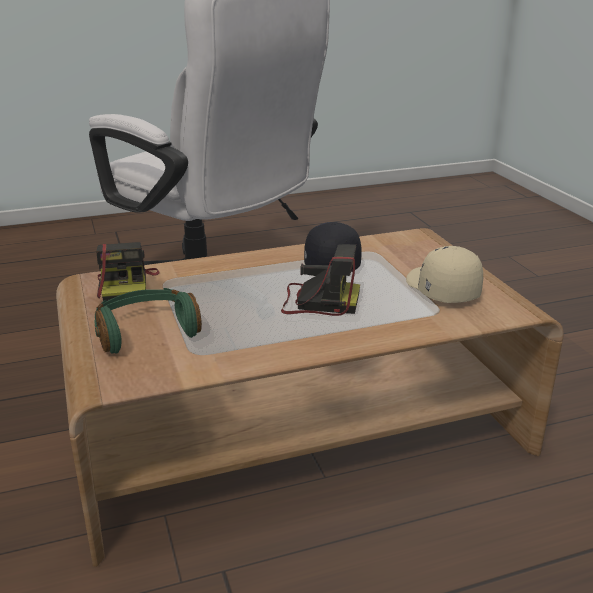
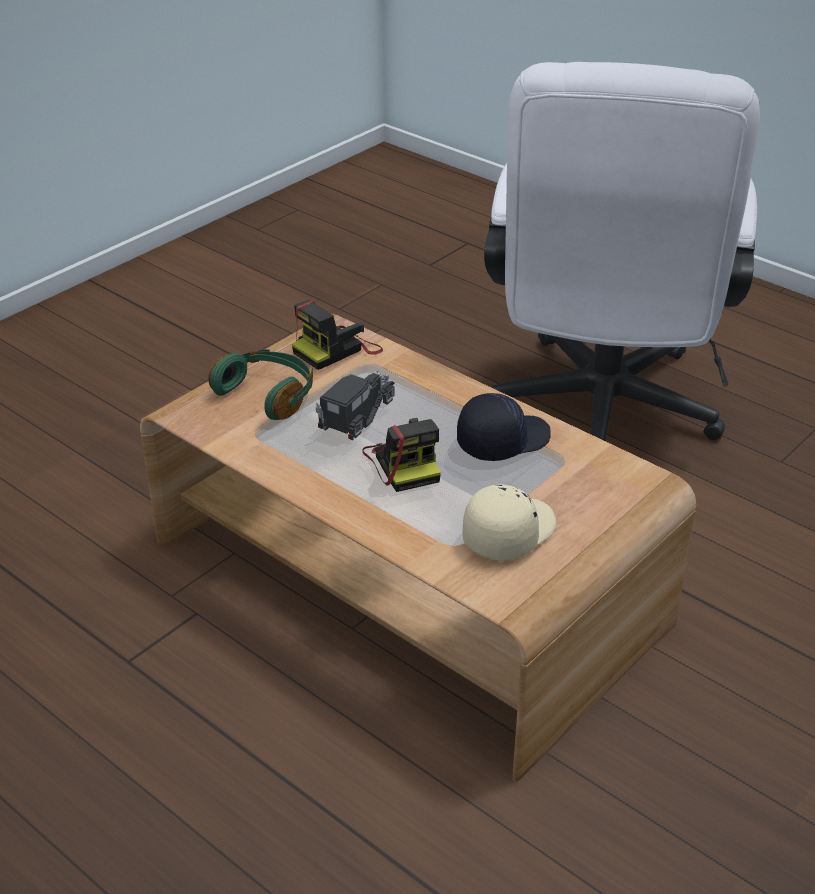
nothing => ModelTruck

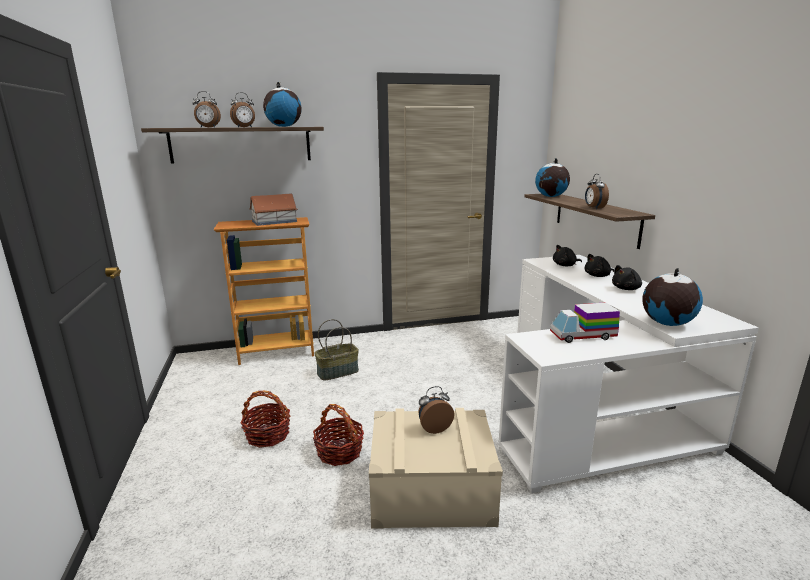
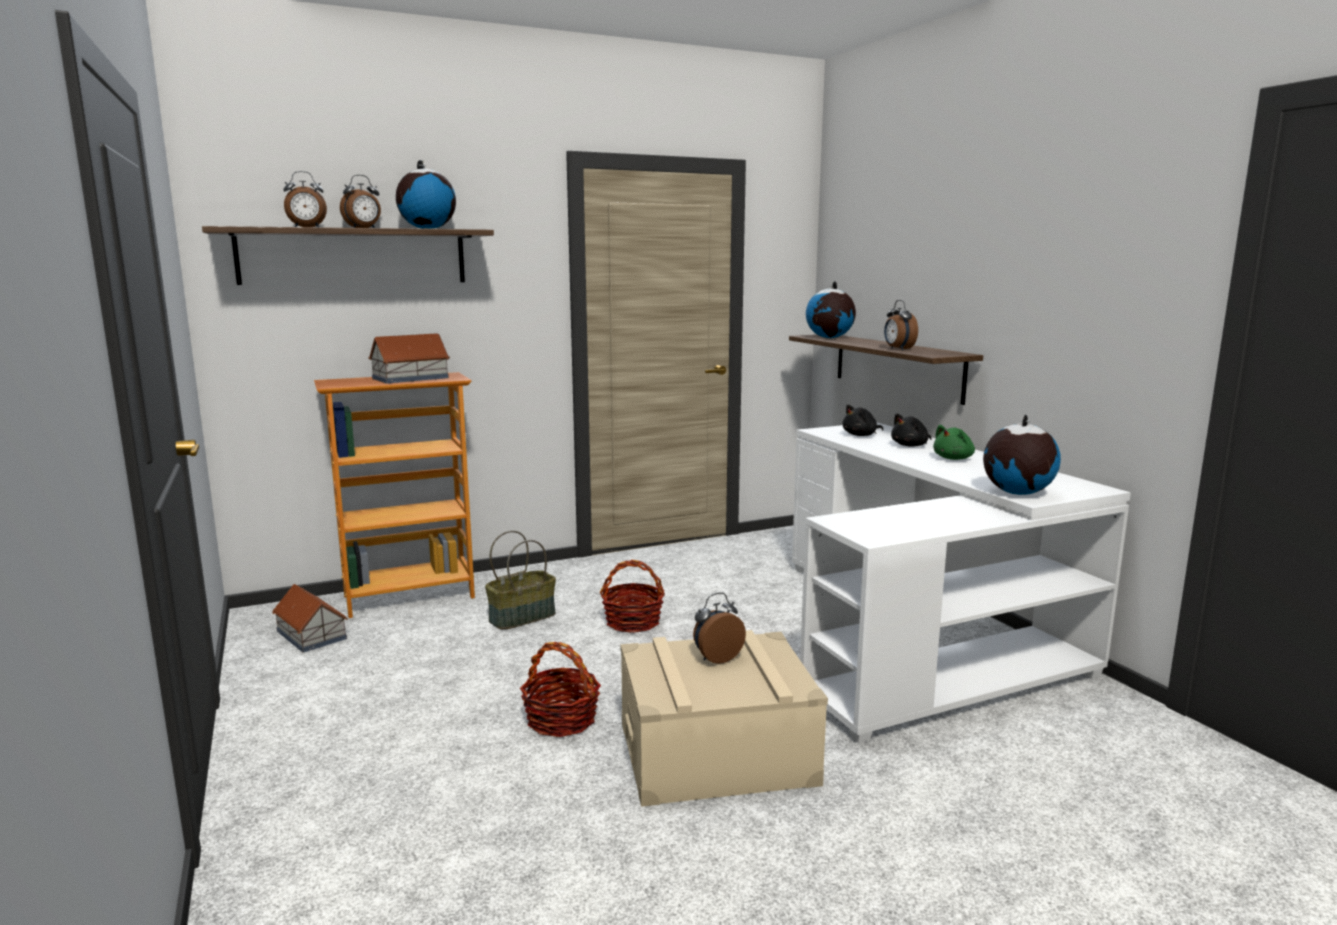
StorageBasket (no. 1 from left in the first image) => StorageBasket (no. 3 from left), shifted
ModelTruck => nothing
BlackColouredCuddlyToy (no. 3 from left) => GreenishCuddlyToy
nothing => ModelHouse (no. 1 from left)

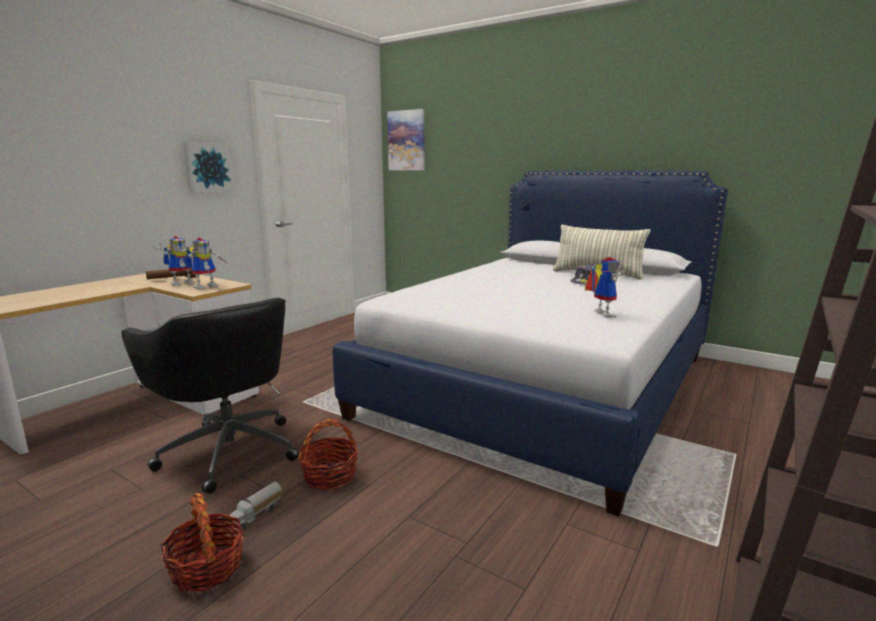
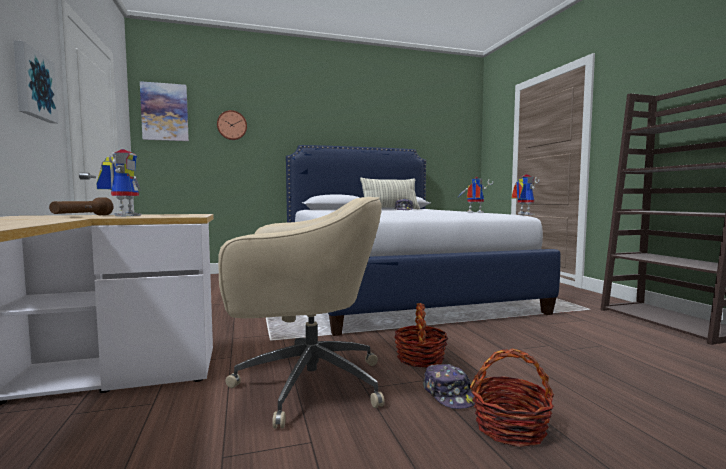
BlackColouredDeskChair => SandColouredDeskChair
RobotFigure (no. 2 from left in the first image) => RobotFigure (no. 3 from left), shifted
ModelTruck => Cap (no. 2 from left)
nothing => HangingClock

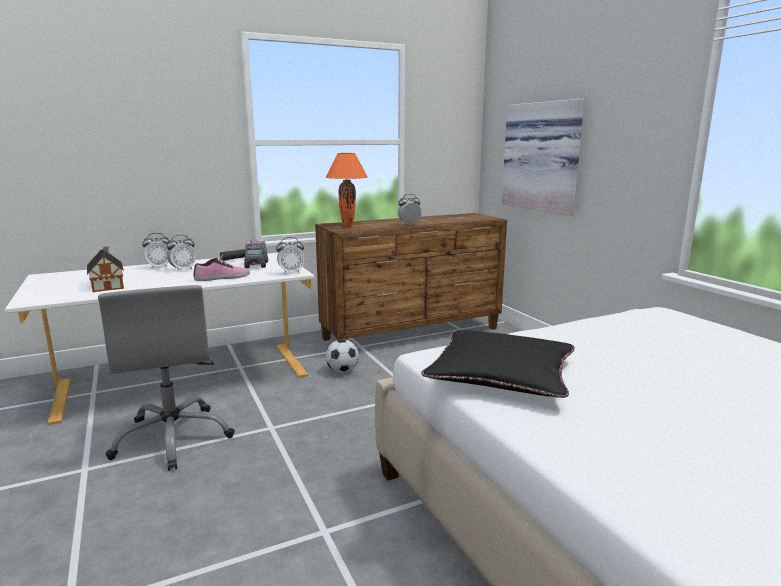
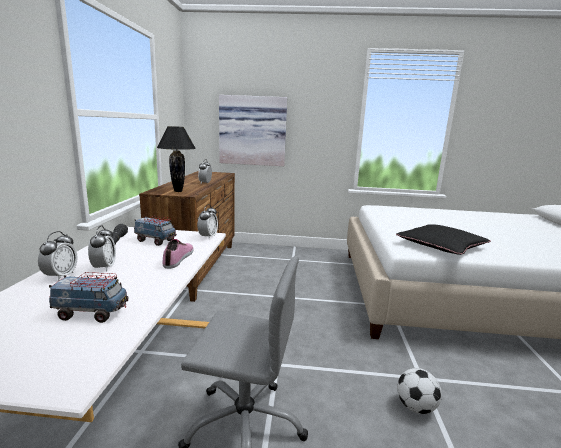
ModelHouse => ModelTruck (no. 1 from left)
FootballBall, shifted
OrangeColouredLampForATable => BlackColouredLampForATable

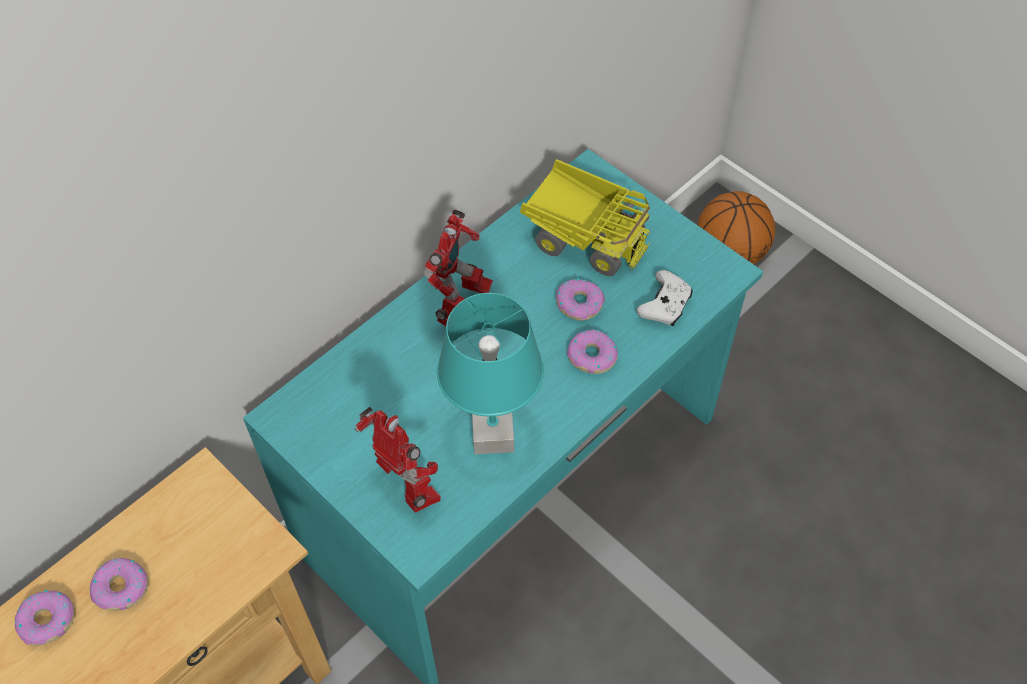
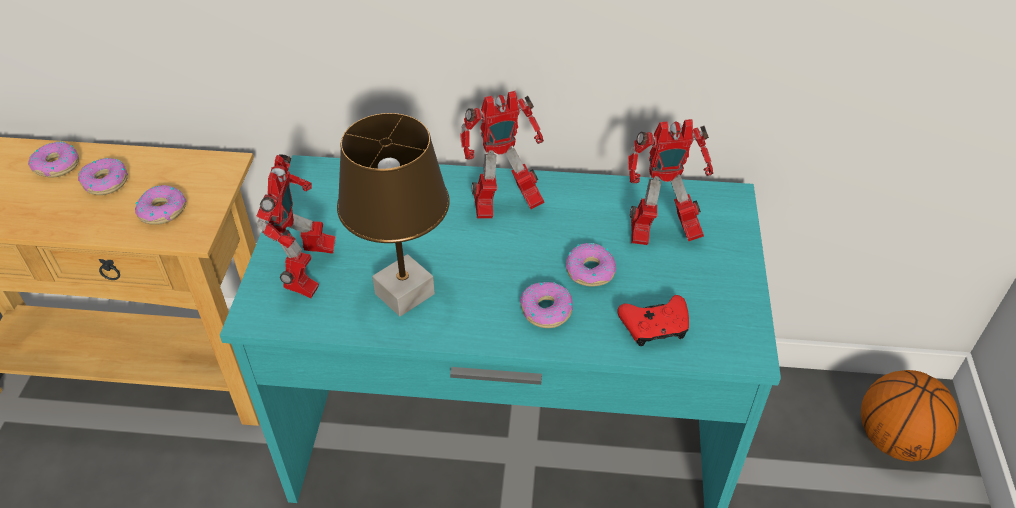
TurquoiseLampForATable => BrownColouredLampForATable
ModelTruck => RobotFigure (no. 3 from left)
WhiteColouredGamepad => ReddishGamepad
nothing => RingDoughnut (no. 3 from left)

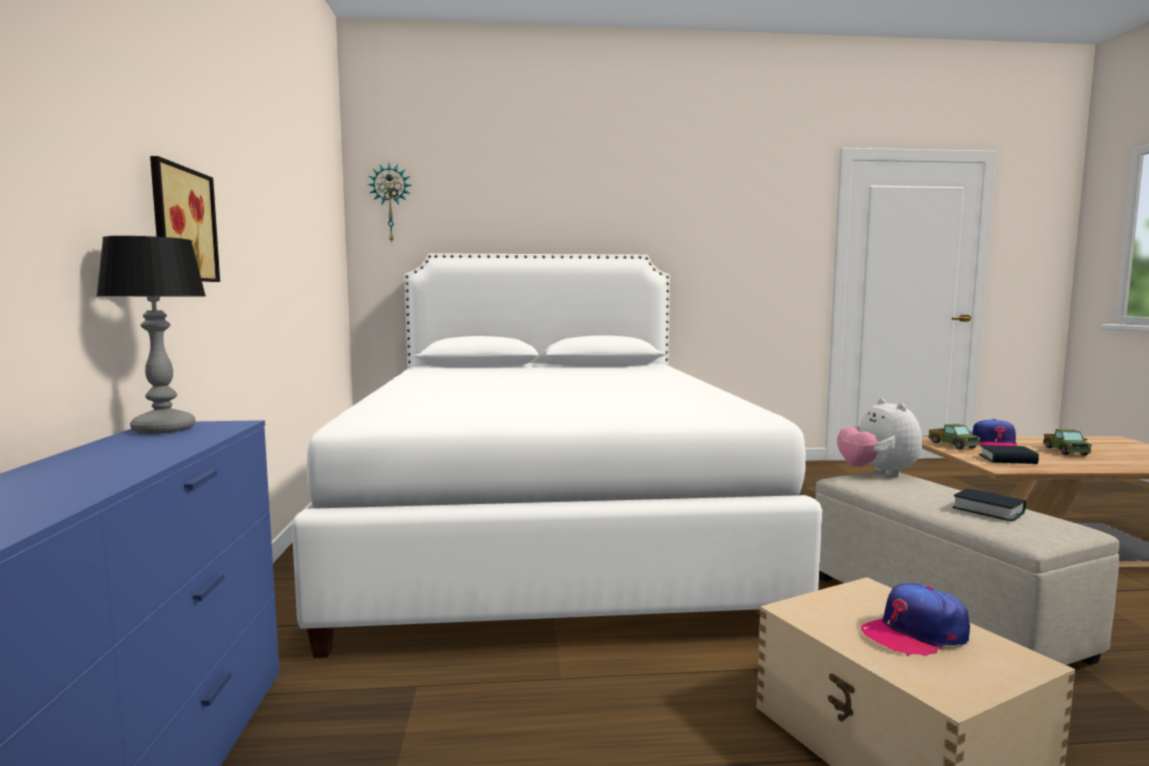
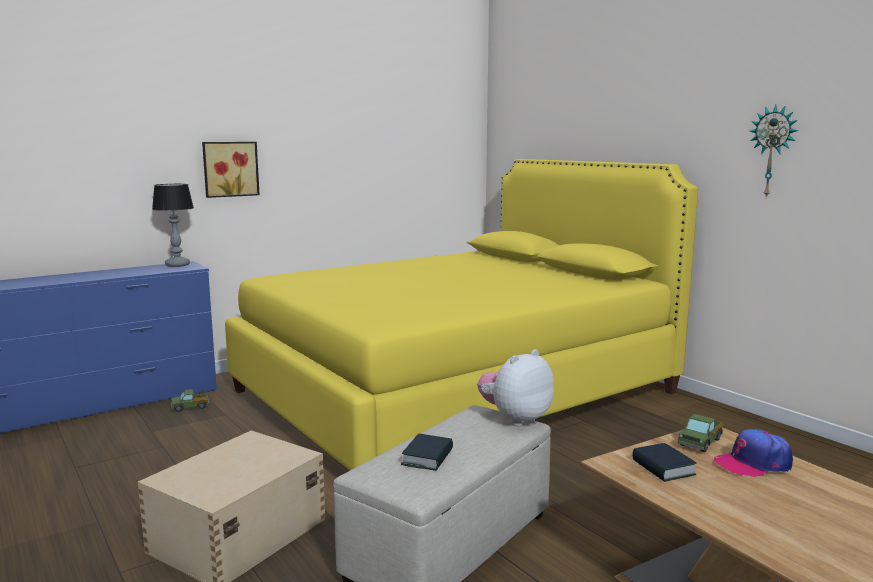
WhiteColouredBed => YellowishBed
HangingClock, shifted
Cap (no. 1 from left) => nothing
ModelTruck (no. 2 from left in the first image) => ModelTruck (no. 1 from left), shifted

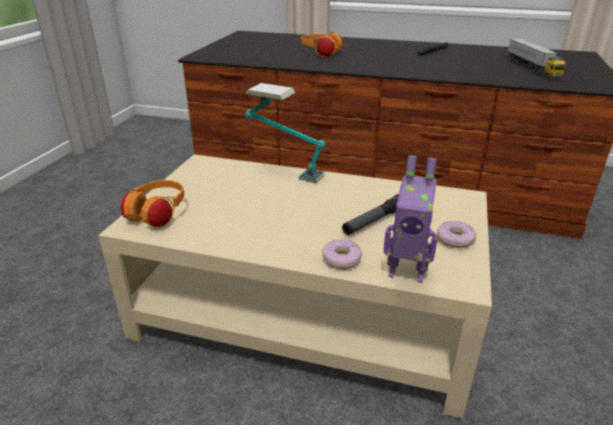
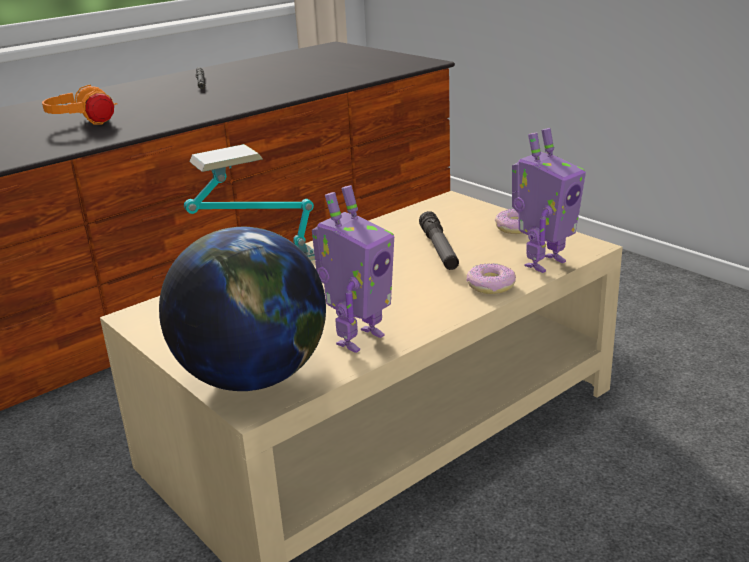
OrangeColouredHeadphones (no. 1 from left) => WorldGlobe
ModelTruck => nothing
nothing => RobotFigure (no. 1 from left)

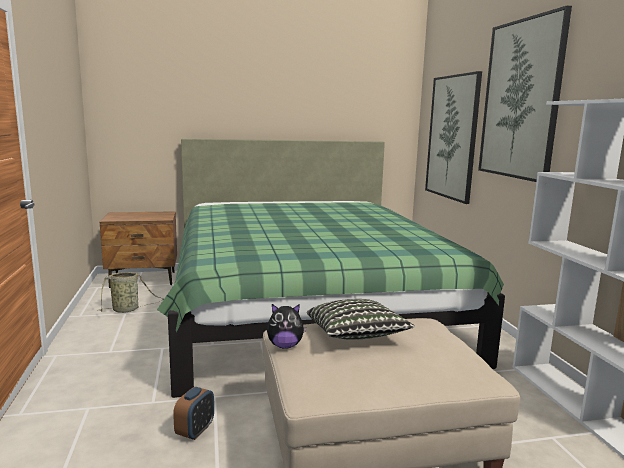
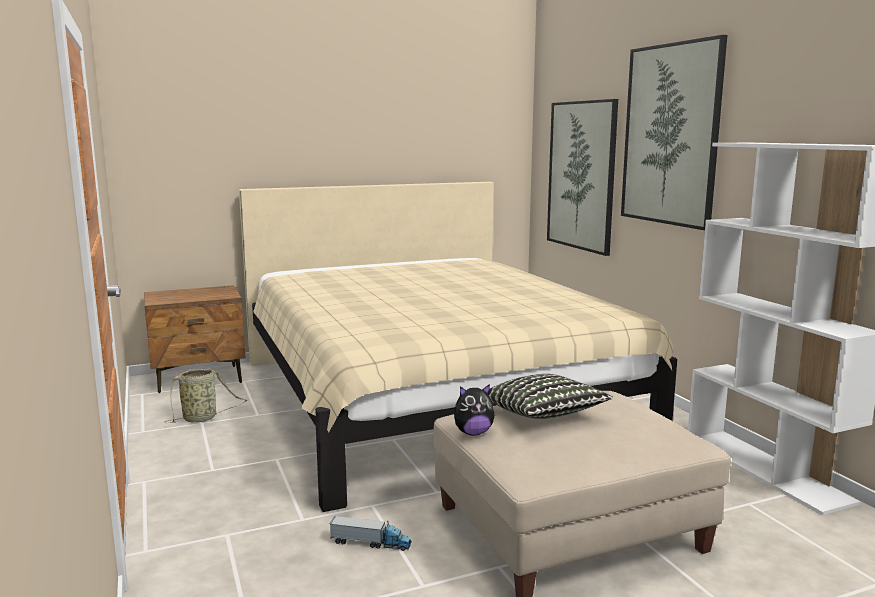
GreenishBed => SandColouredBed
AlarmClock => ModelTruck

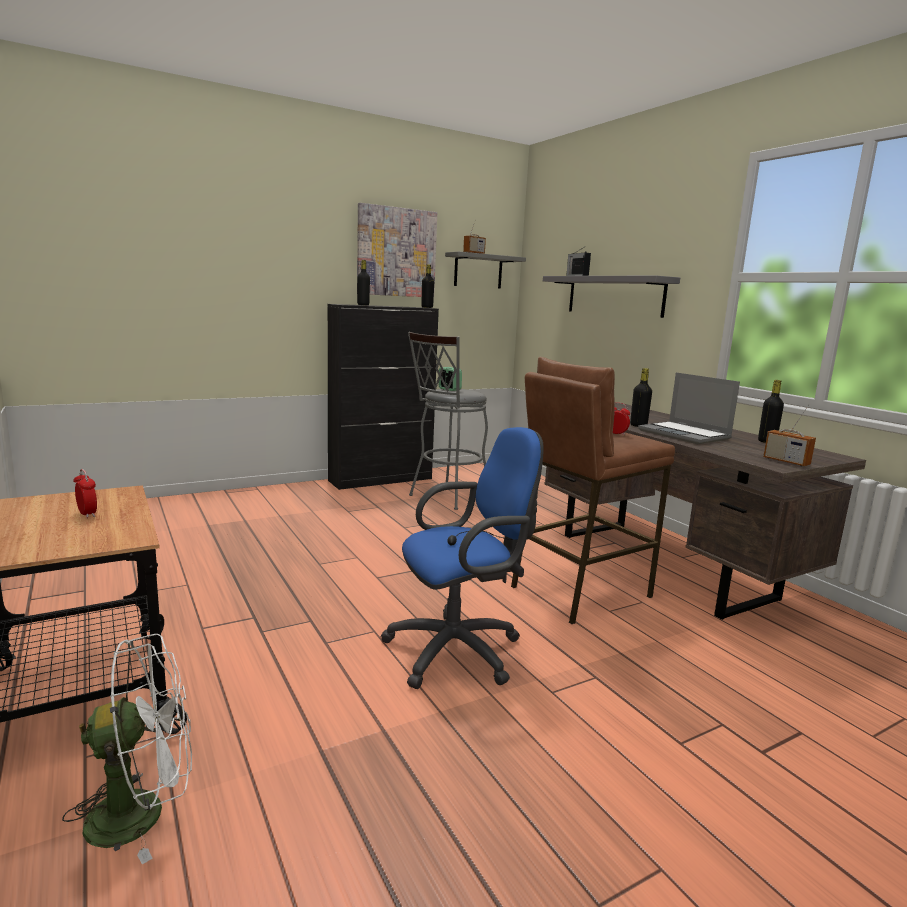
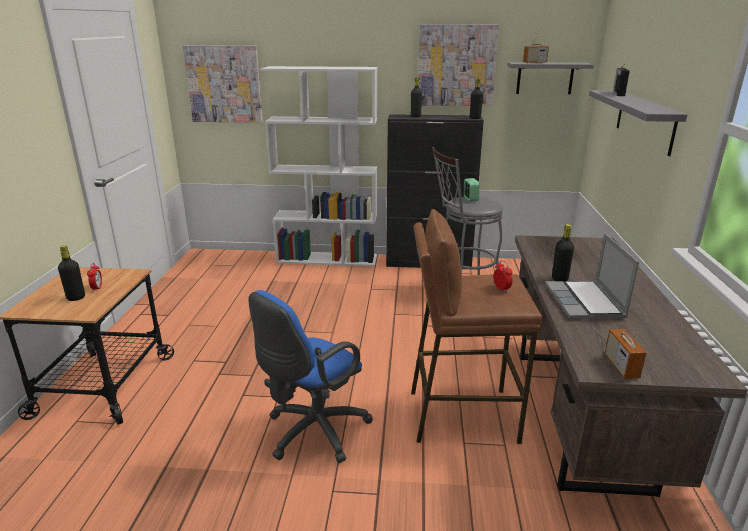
WhiteColouredElectricFan => nothing
BluishDeskChair, 120 degrees clockwise
BlackColouredBeverageBottle (no. 4 from left in the first image) => BlackColouredBeverageBottle (no. 1 from left), shifted
nothing => Picture (no. 1 from left)
nothing => WhiteColouredBookshelf

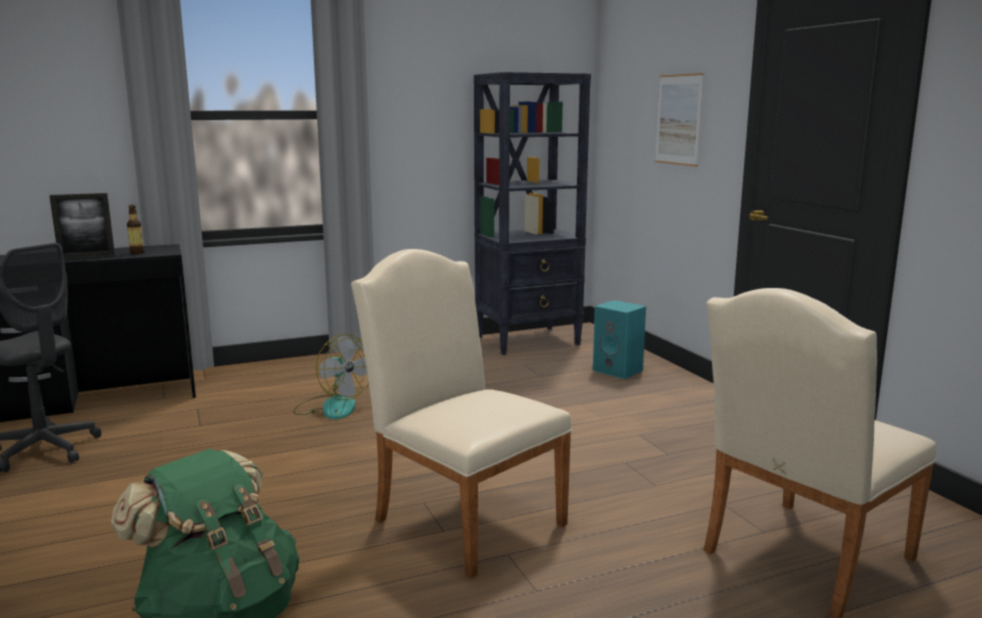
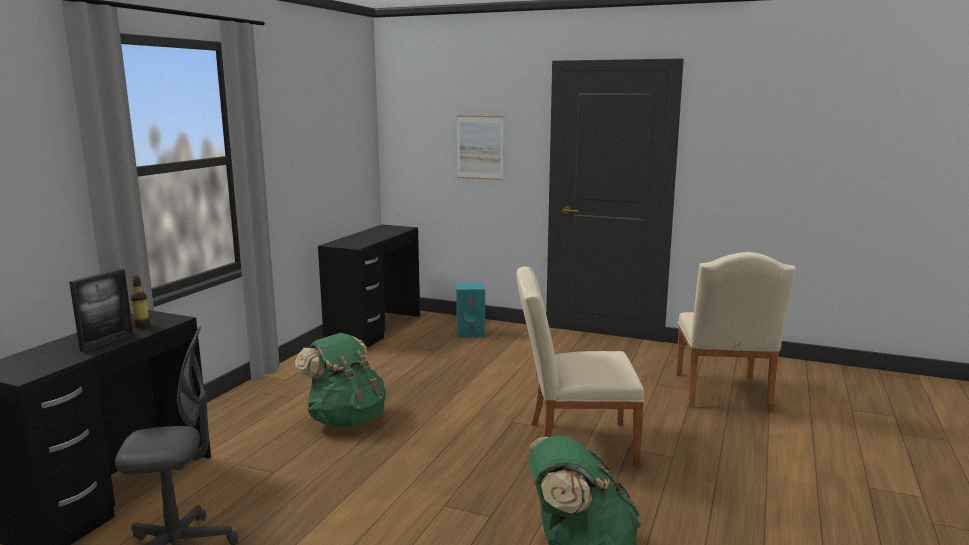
ElectricFan => GreenishRucksack (no. 1 from left)
BlackColouredBookshelf => BlackColouredDeskTable (no. 2 from left)

